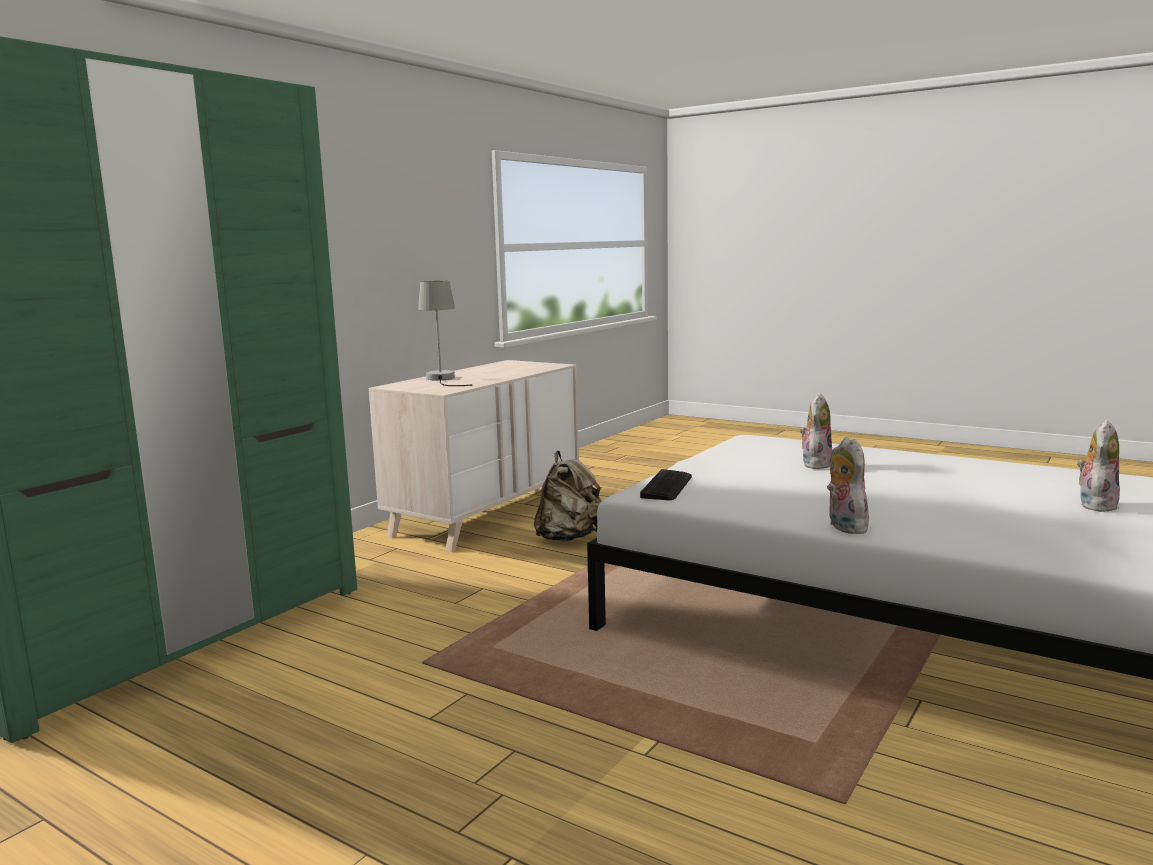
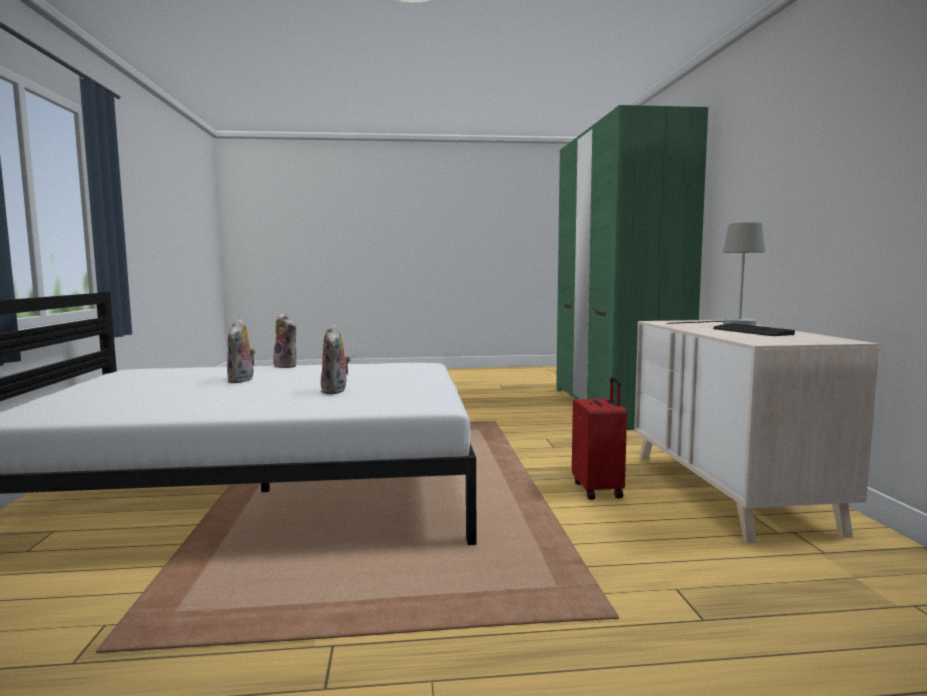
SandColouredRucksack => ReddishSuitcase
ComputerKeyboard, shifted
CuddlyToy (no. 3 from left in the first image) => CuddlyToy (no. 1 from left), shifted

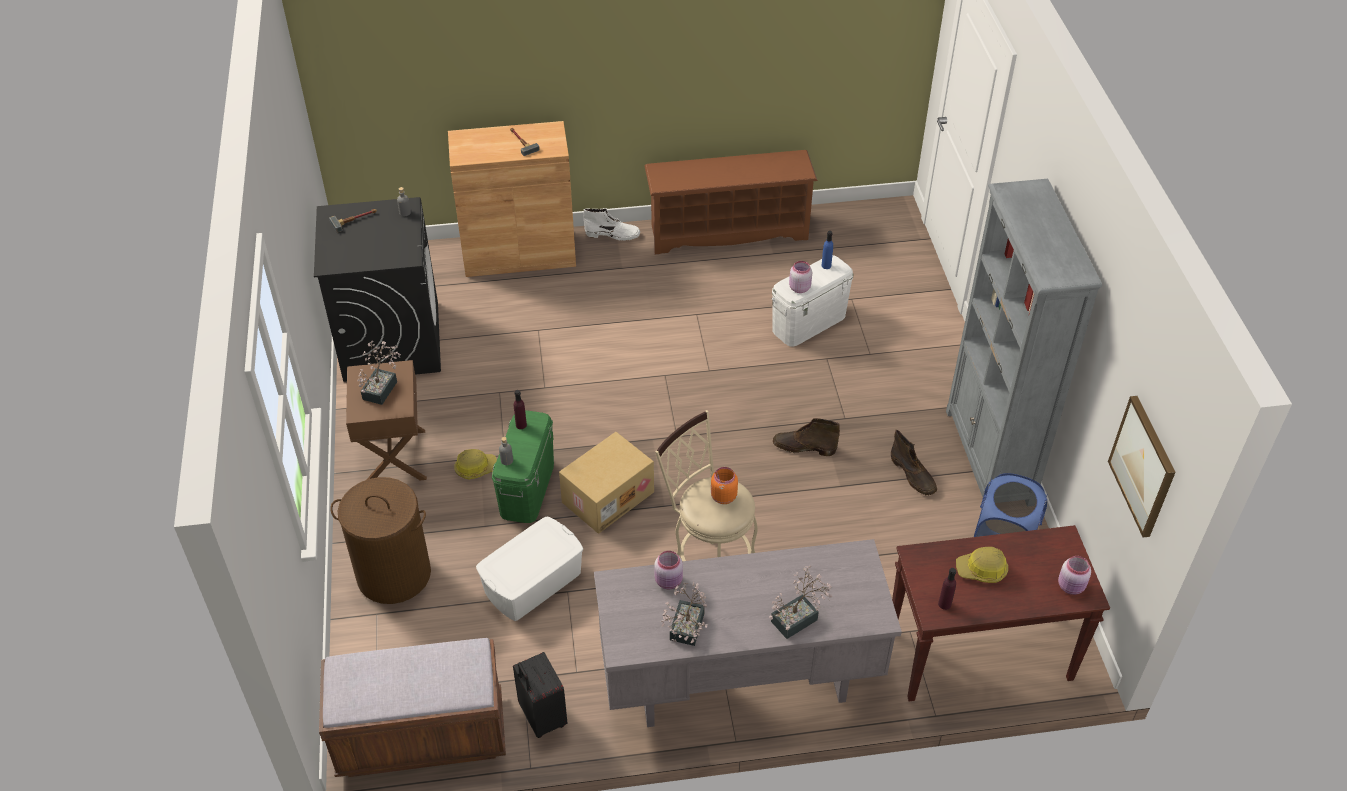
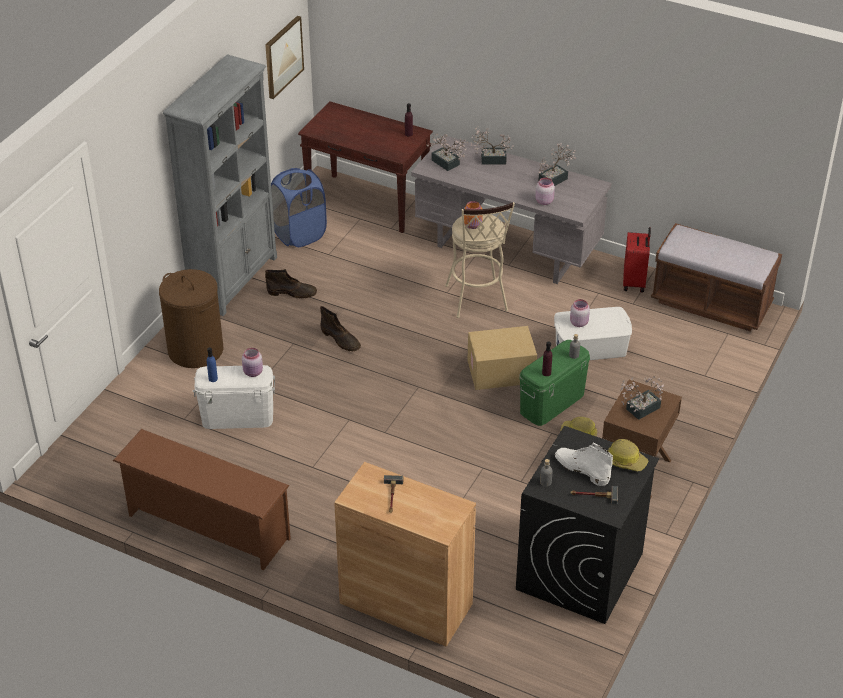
BrownColouredLaundryBasket, shifted
BlackColouredSuitcase => ReddishSuitcase
WhiteColouredBoot, shifted
BrownColouredBoot (no. 2 from left in the first image) => BrownColouredBoot (no. 1 from left), 90 degrees clockwise
SafetyHelmet (no. 2 from left), shifted
PinkStorageJar (no. 3 from left), shifted
nothing => Houseplant (no. 1 from left)

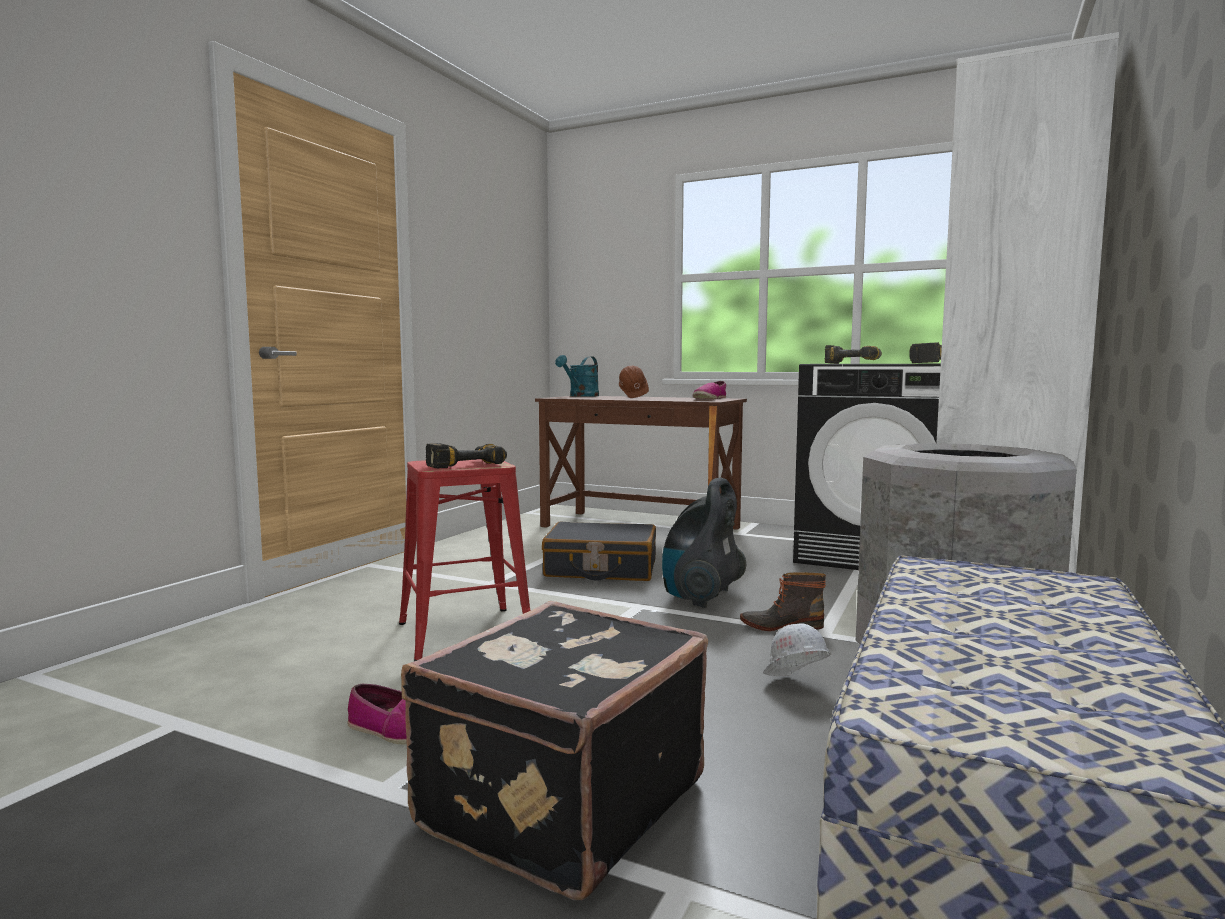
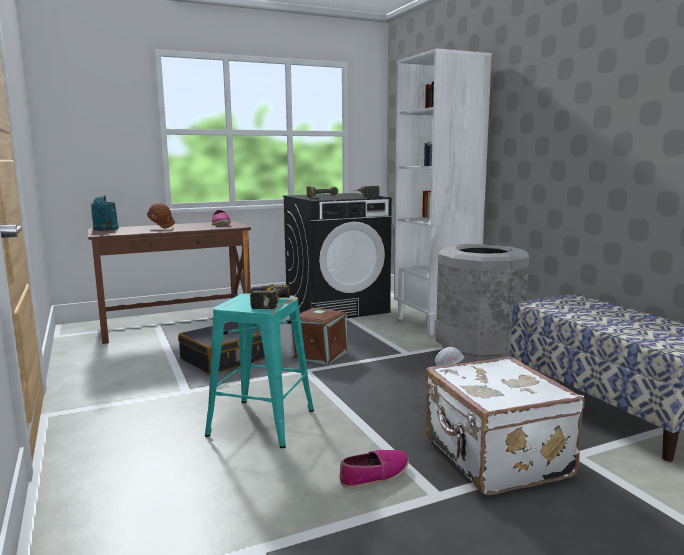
ReddishSittingStool => TurquoiseSittingStool
BlackColouredSuitcase (no. 1 from left) => WhiteColouredSuitcase
Vacuum => BrownColouredStorageBox
Boot => nothing

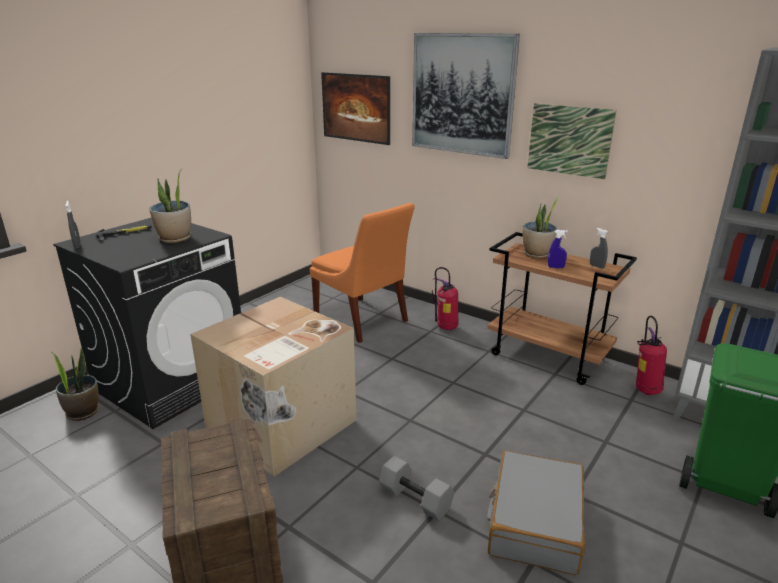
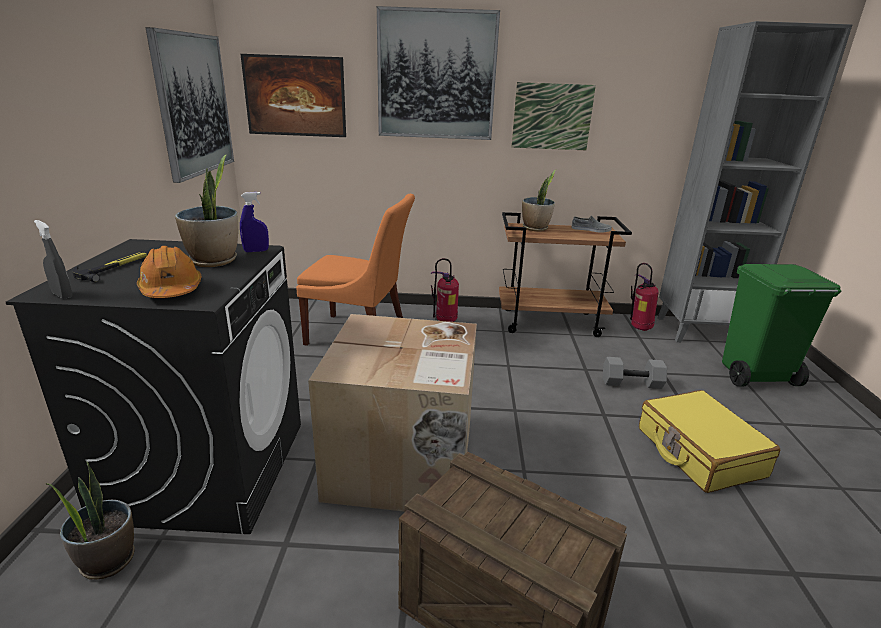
GreyHandWeight, shifted
GreySuitcase => YellowishSuitcase
BluishHandSprayer, shifted
GreyHandSprayer (no. 2 from left) => GreyShoe
nothing => OrangeColouredSafetyHelmet
nothing => Picture (no. 1 from left)

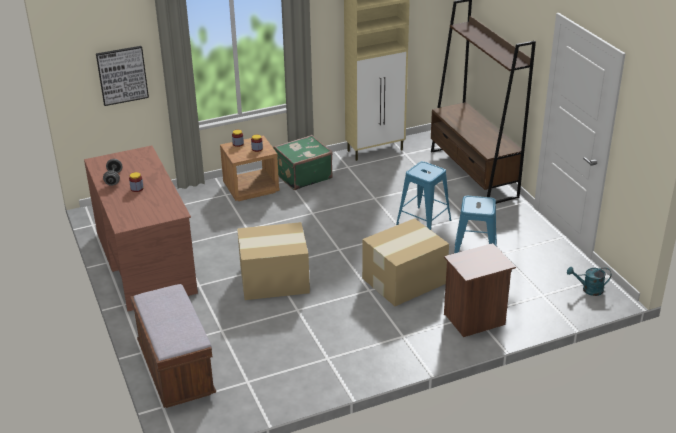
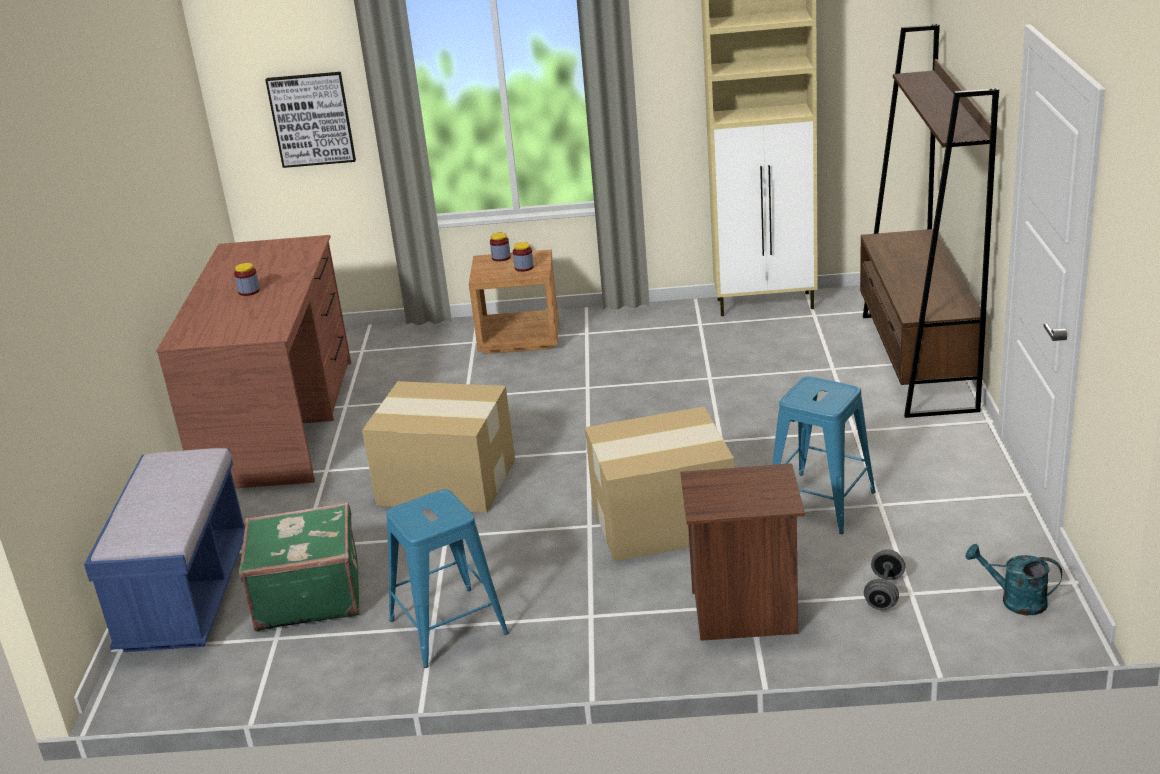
GreyHandWeight, shifted
BrownColouredLongSeat => BluishLongSeat
GreenishSuitcase, shifted
BluishSittingStool (no. 1 from left), shifted

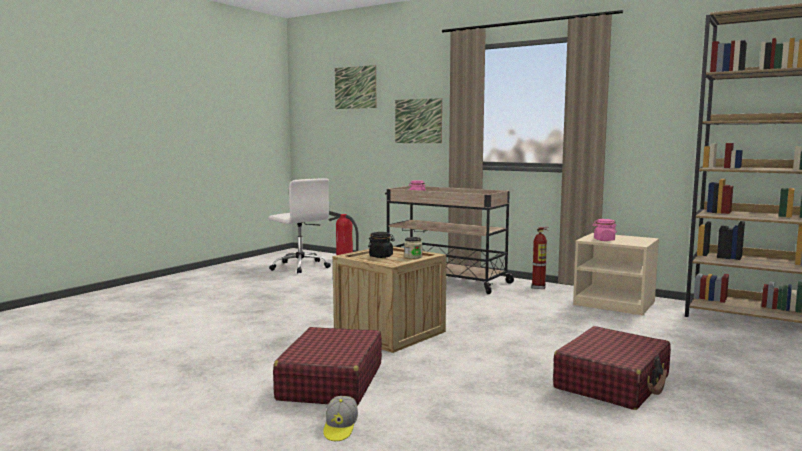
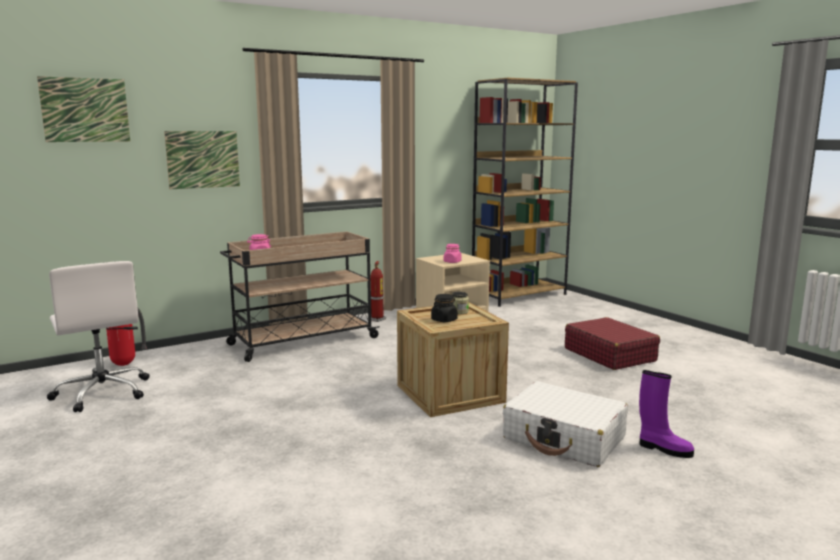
WhiteColouredDeskChair, 75 degrees clockwise
ReddishSuitcase (no. 1 from left) => WhiteColouredSuitcase
Cap => PurpleColouredBoot

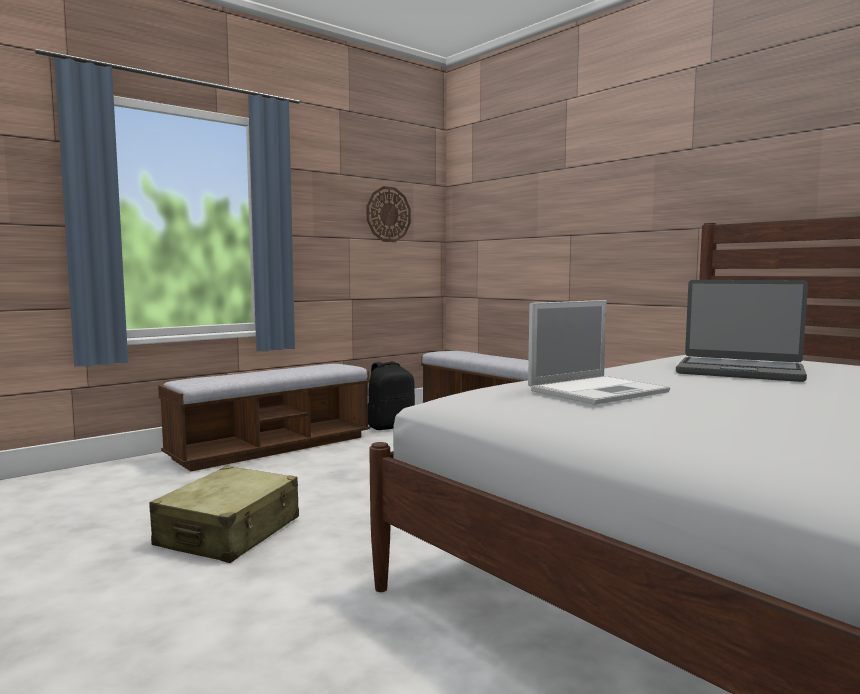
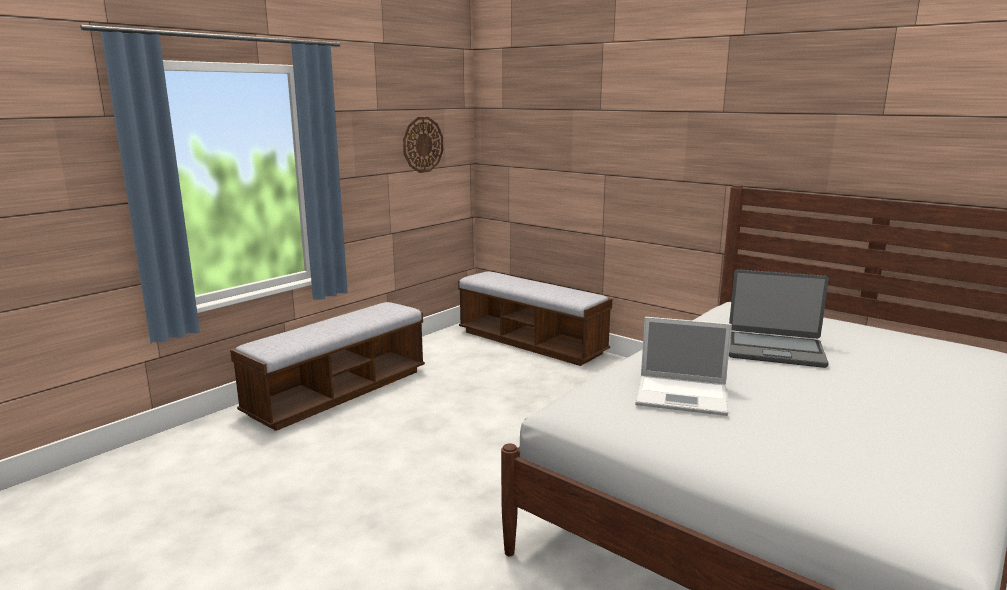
SandColouredSuitcase => nothing
BlackColouredRucksack => nothing
Laptop (no. 1 from left), 60 degrees clockwise

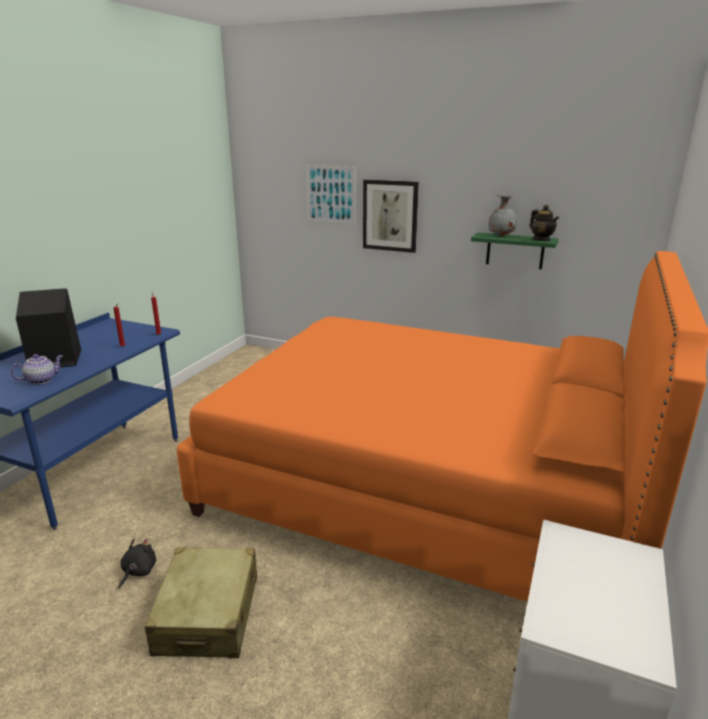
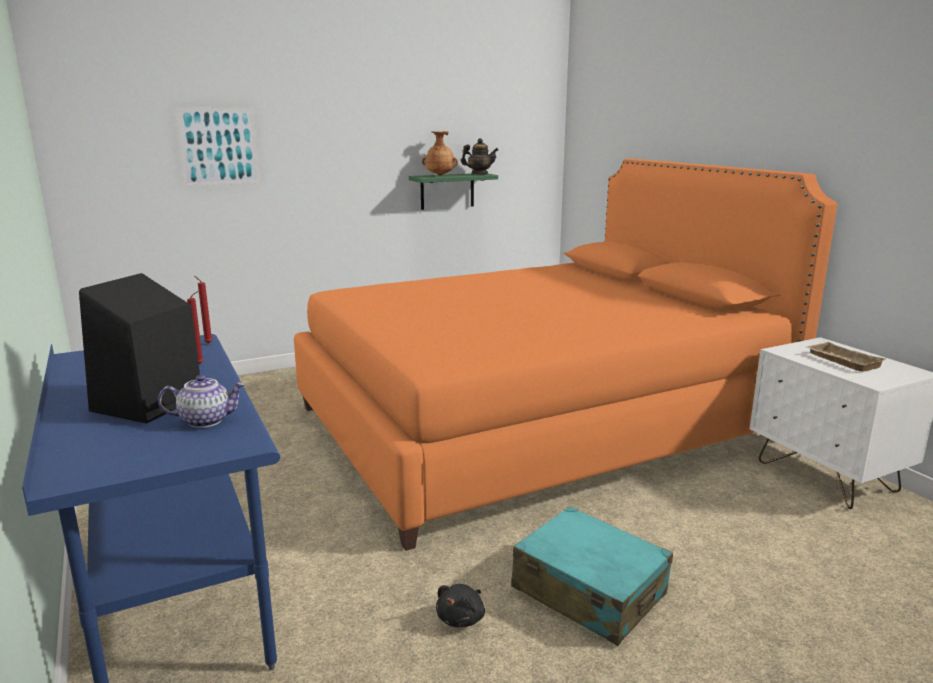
PotForTea (no. 1 from left), 75 degrees clockwise
BlackColouredCuddlyToy, 120 degrees counterclockwise
SandColouredSuitcase => TurquoiseSuitcase
Picture (no. 2 from left) => nothing
GreyFlowerVase => BrownColouredFlowerVase
nothing => SandColouredTray

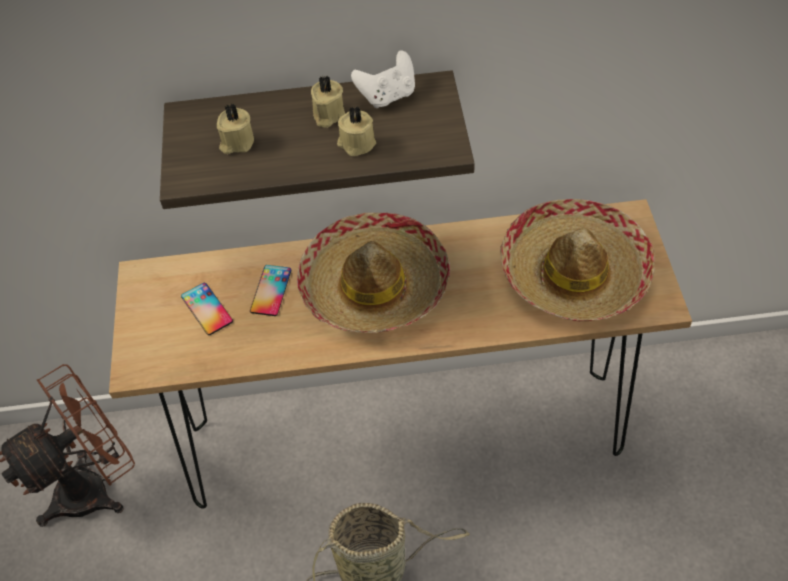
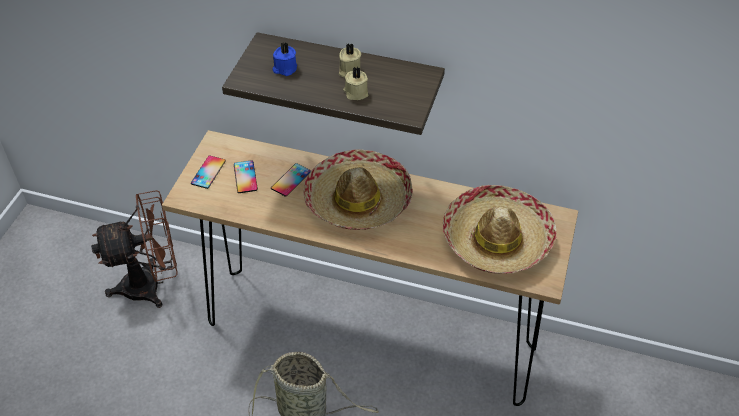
SandColouredWaxLight (no. 1 from left) => BluishWaxLight
WhiteColouredGamepad => nothing
nothing => Handset (no. 1 from left)

